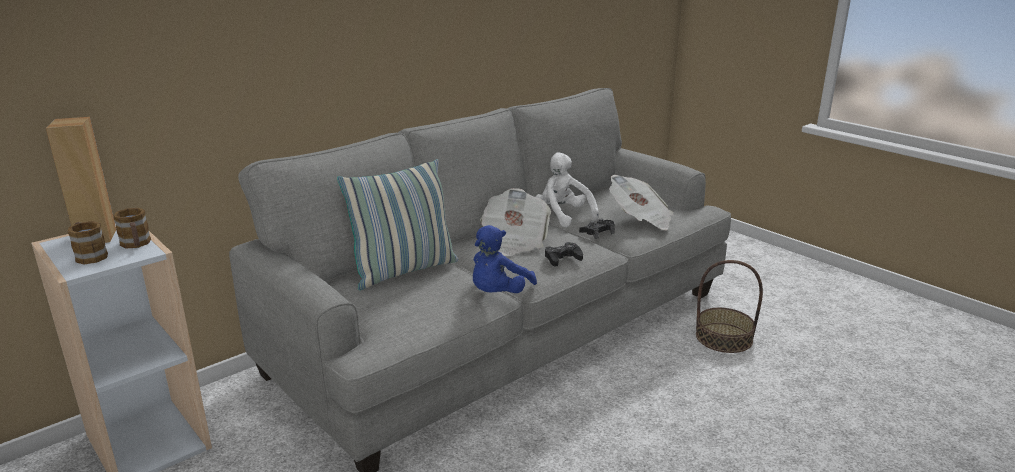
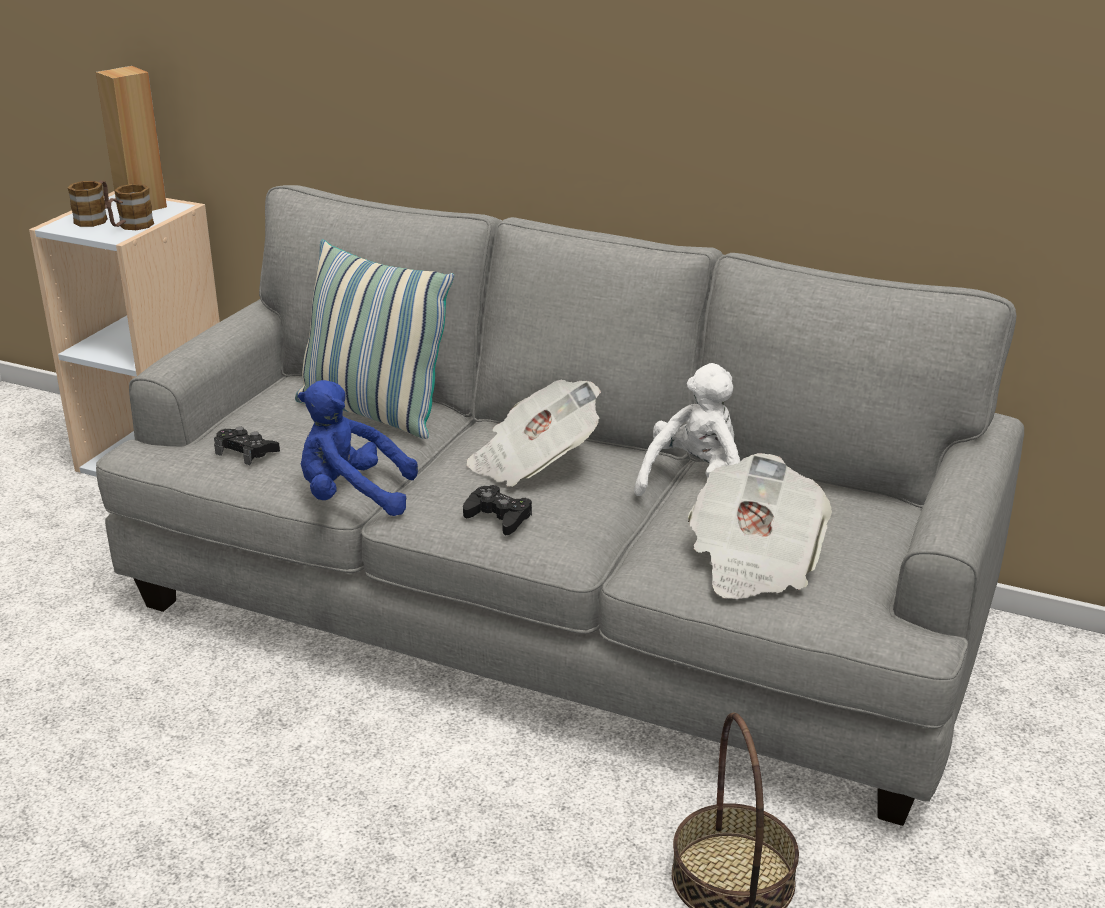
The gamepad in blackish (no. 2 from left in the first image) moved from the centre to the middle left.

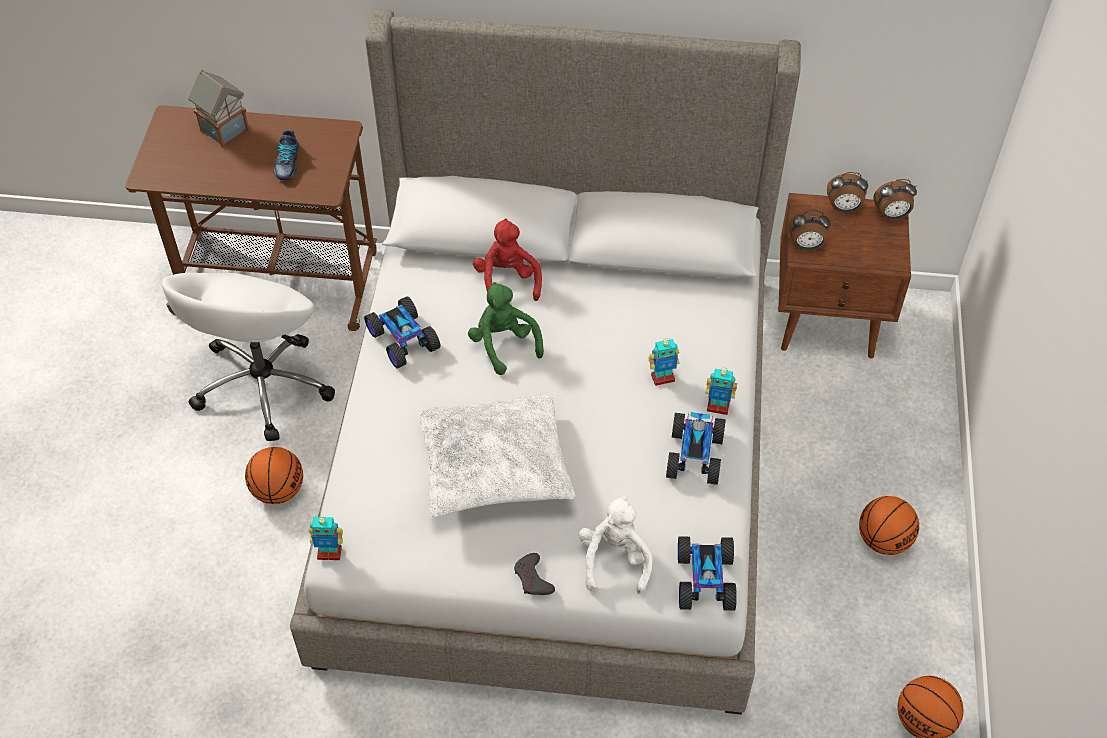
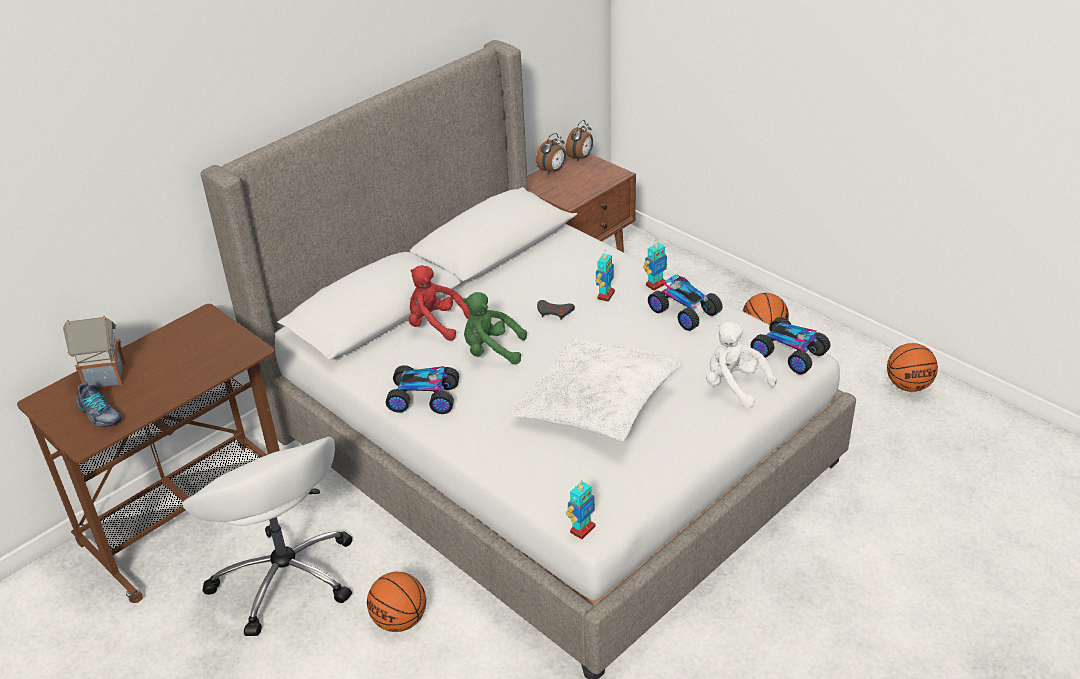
The low shoe moved from the top left to the middle left. The gamepad in grey moved from the bottom centre to the centre. The bedside clock (no. 1 from left) at the top right disappeared.

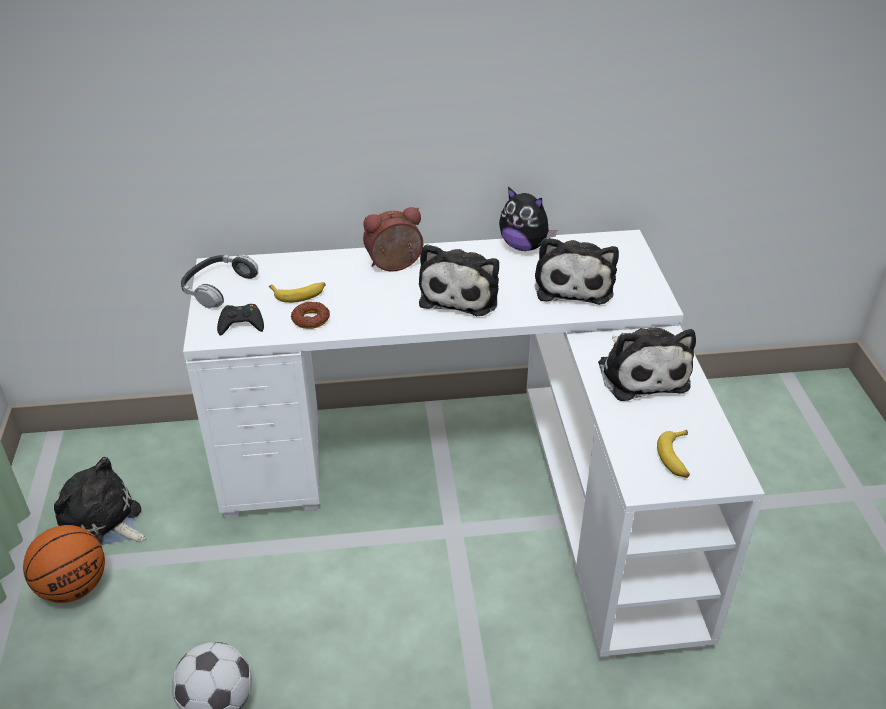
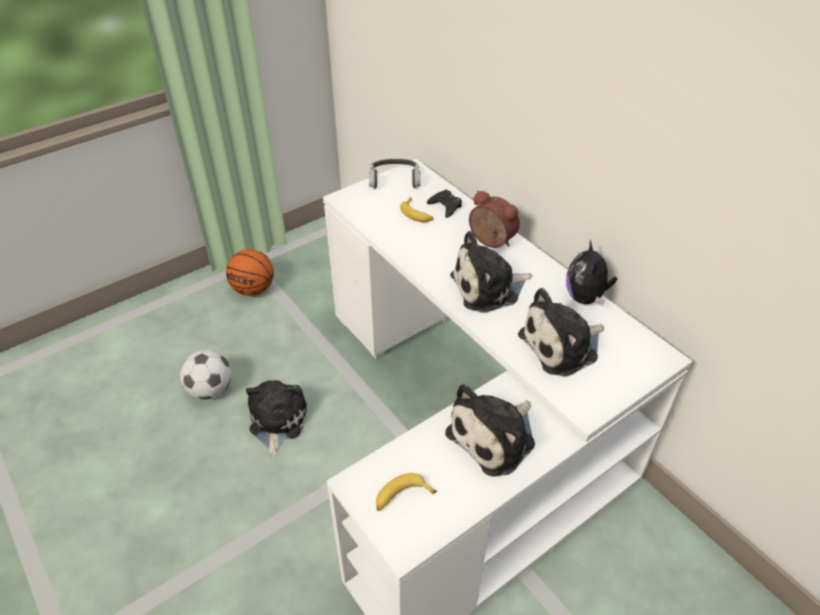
The soft toy (no. 1 from left) moved from the bottom left to the bottom centre. The gamepad in blackish moved from the middle left to the top centre. The ring doughnut at the centre disappeared.

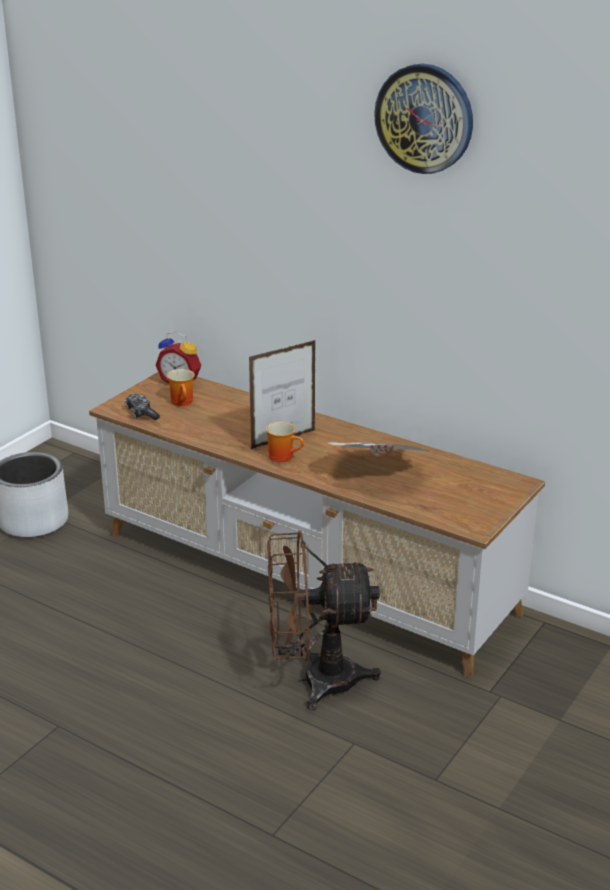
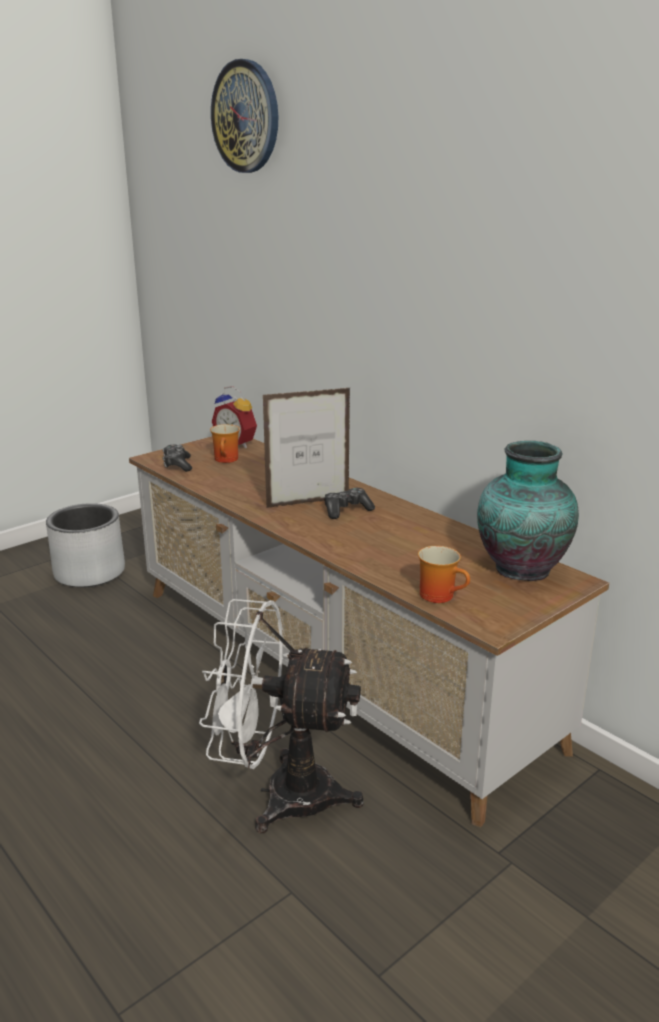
The mug (no. 2 from left) moved from the centre to the middle right. The fan in brown at the bottom centre became the fan in white-coloured at the bottom centre. The newspaper at the centre disappeared. The clock on the wall moved from the top right to the top centre. The gamepad (no. 2 from left) at the centre appeared. The vase at the middle right appeared.

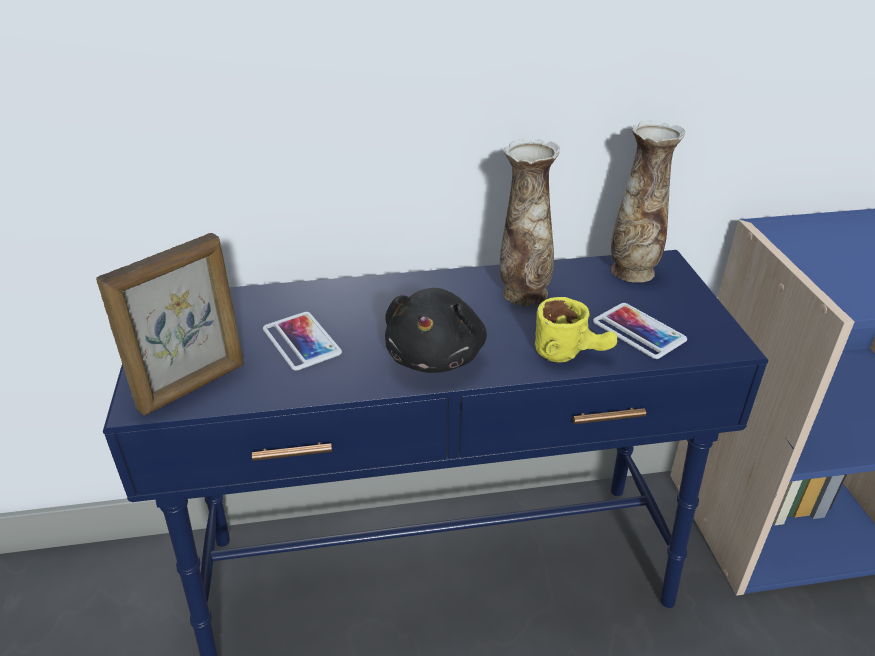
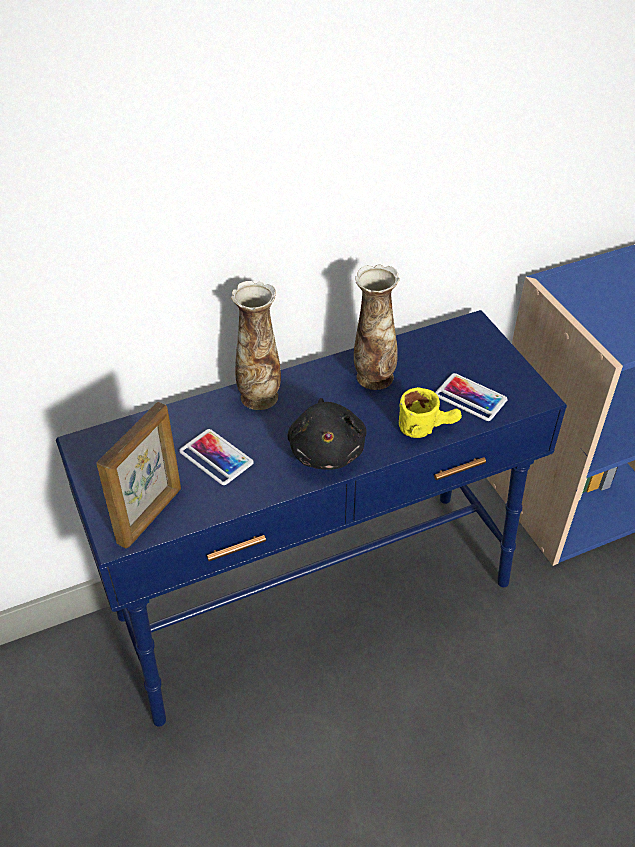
The vase (no. 2 from left in the first image) moved from the top right to the centre.

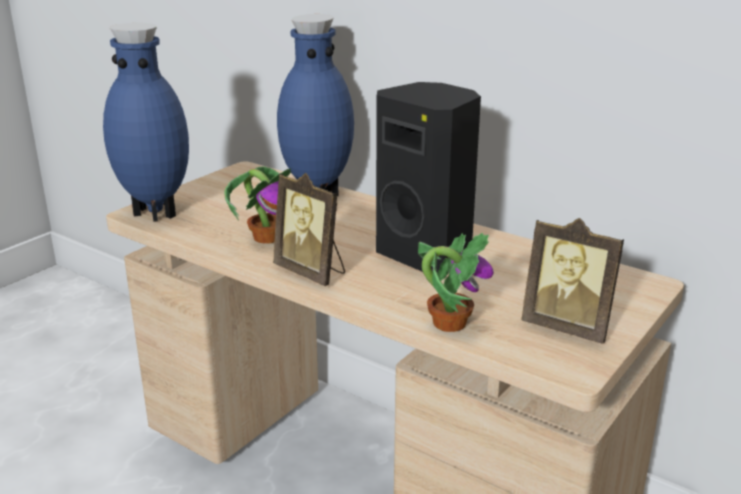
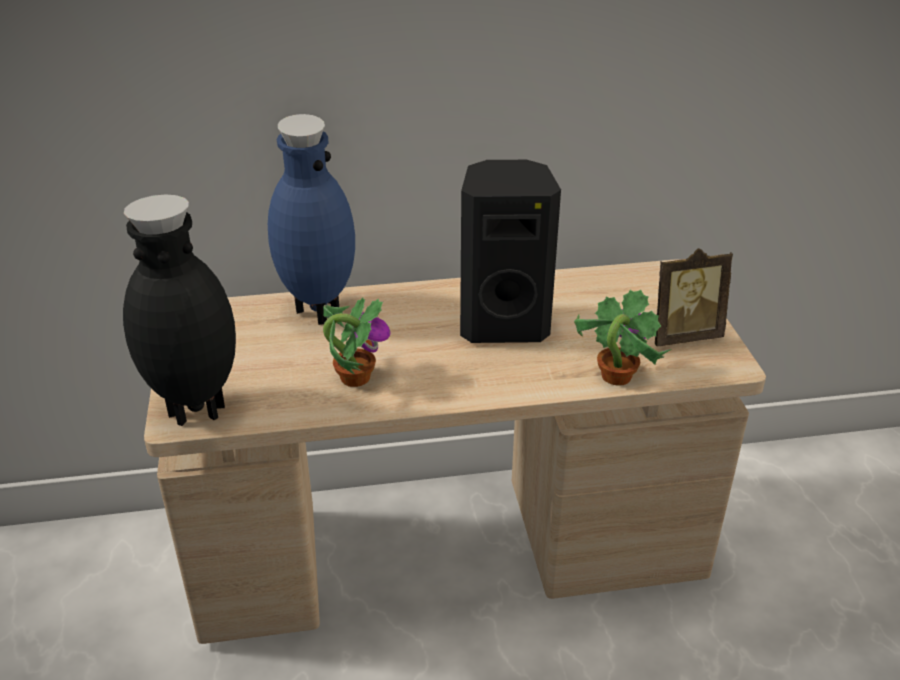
The vase in blue-coloured (no. 1 from left) at the top left became the vase in blackish at the middle left. The picture frame (no. 1 from left) at the centre disappeared.

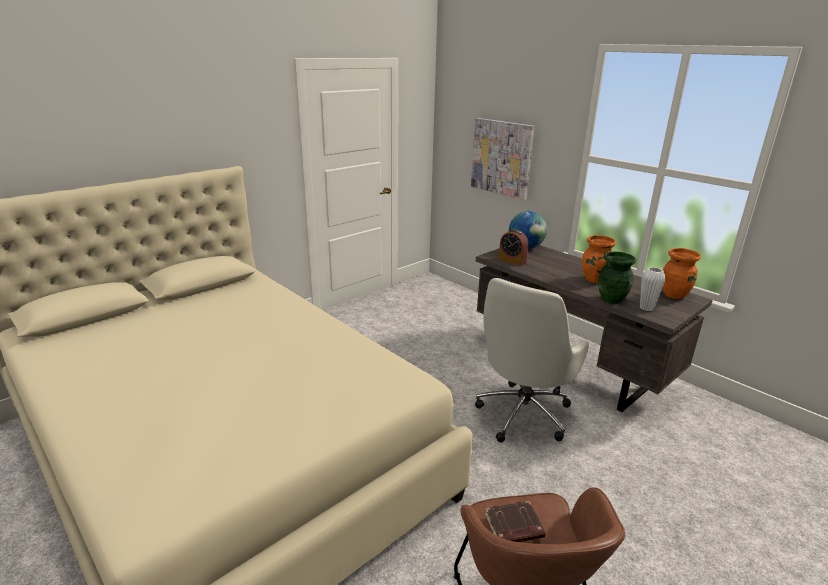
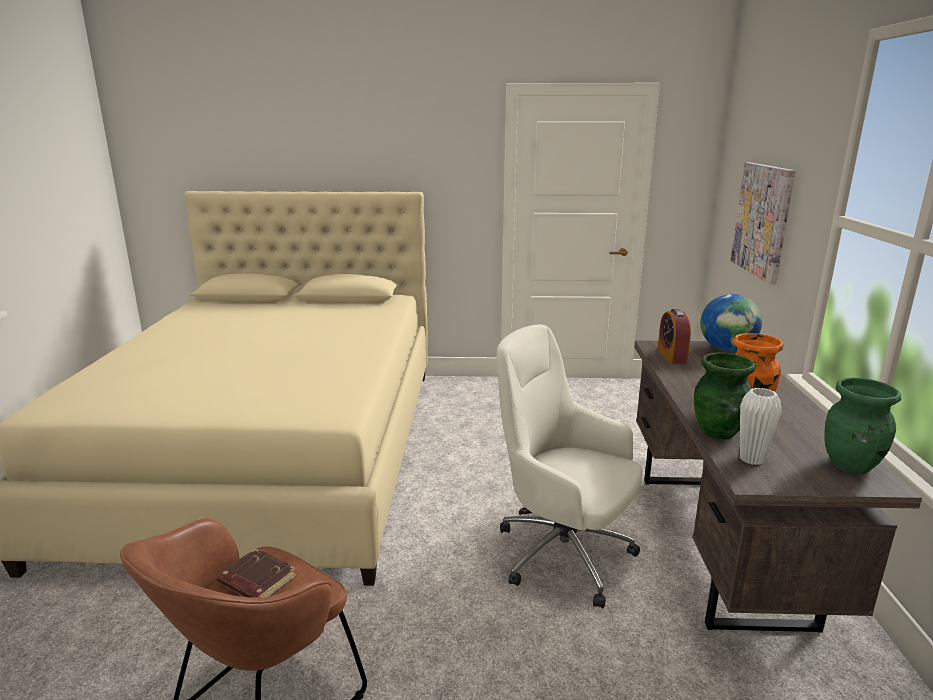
The computer chair in beige-coloured at the centre turned 45 degrees clockwise. The vase in orange-coloured (no. 2 from left) at the middle right became the vase in greenish (no. 2 from left) at the middle right.

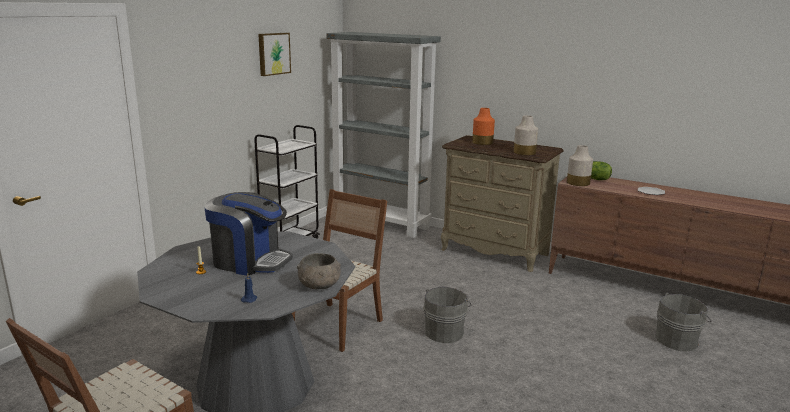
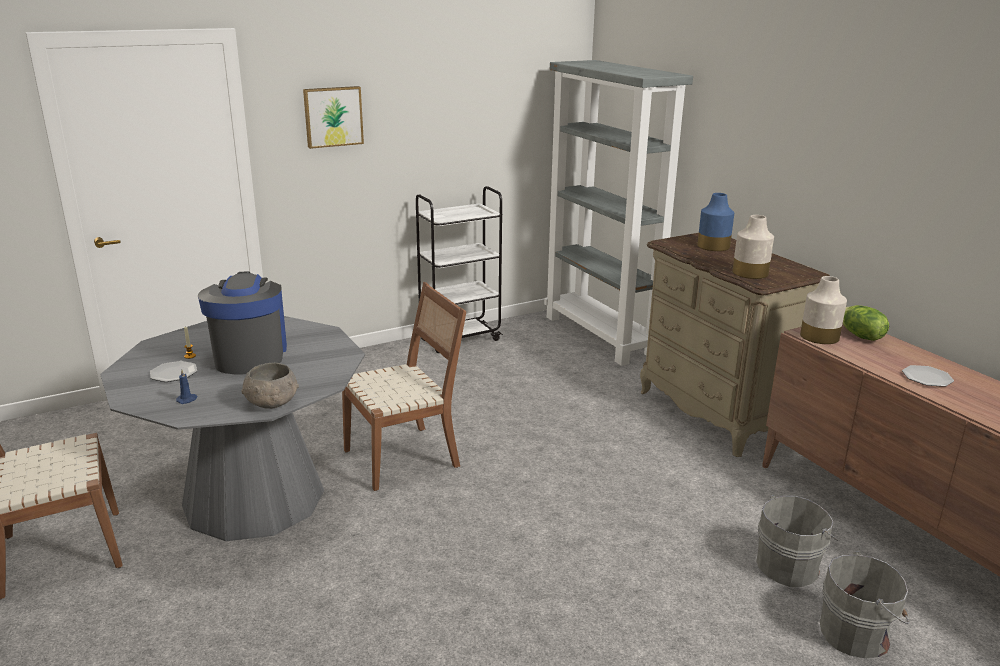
The coffee brewer at the middle left turned 150 degrees counterclockwise. The wall art moved from the top centre to the top left. The bucket in grey (no. 1 from left) moved from the bottom centre to the bottom right. The vase in orange-coloured at the top centre became the vase in blue-coloured at the middle right. The plate (no. 1 from left) at the middle left appeared.

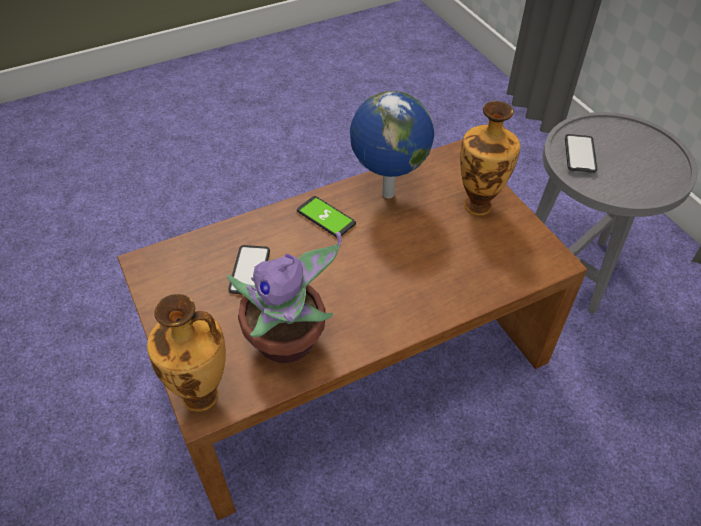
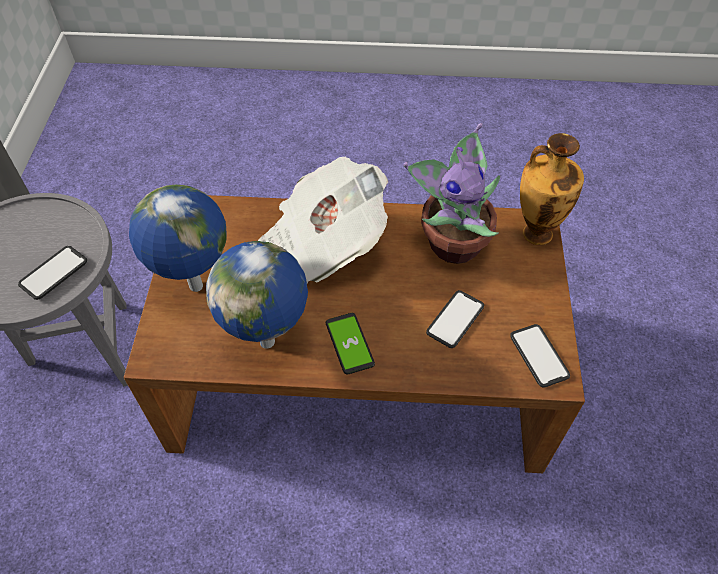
The vase (no. 2 from left) at the top right was replaced by the world globe (no. 1 from left) at the middle left. The newspaper at the centre appeared. The telephone (no. 4 from left) at the middle right appeared.

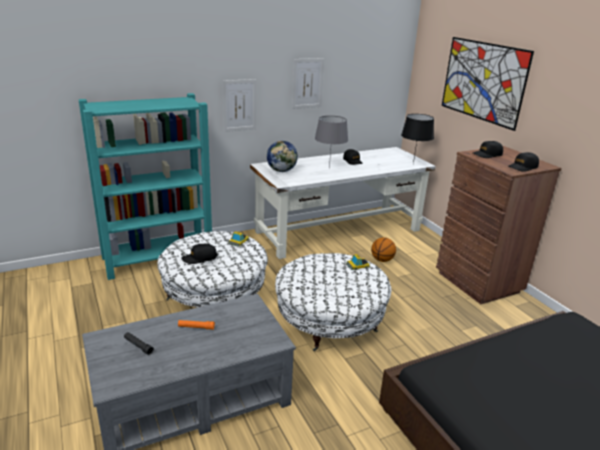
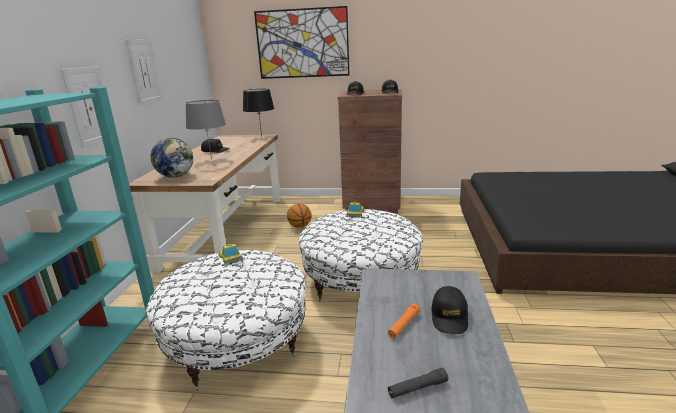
The cap in blackish (no. 1 from left in the first image) moved from the middle left to the bottom centre. The desk unit in white-coloured at the centre became the desk unit in brown at the middle left.

